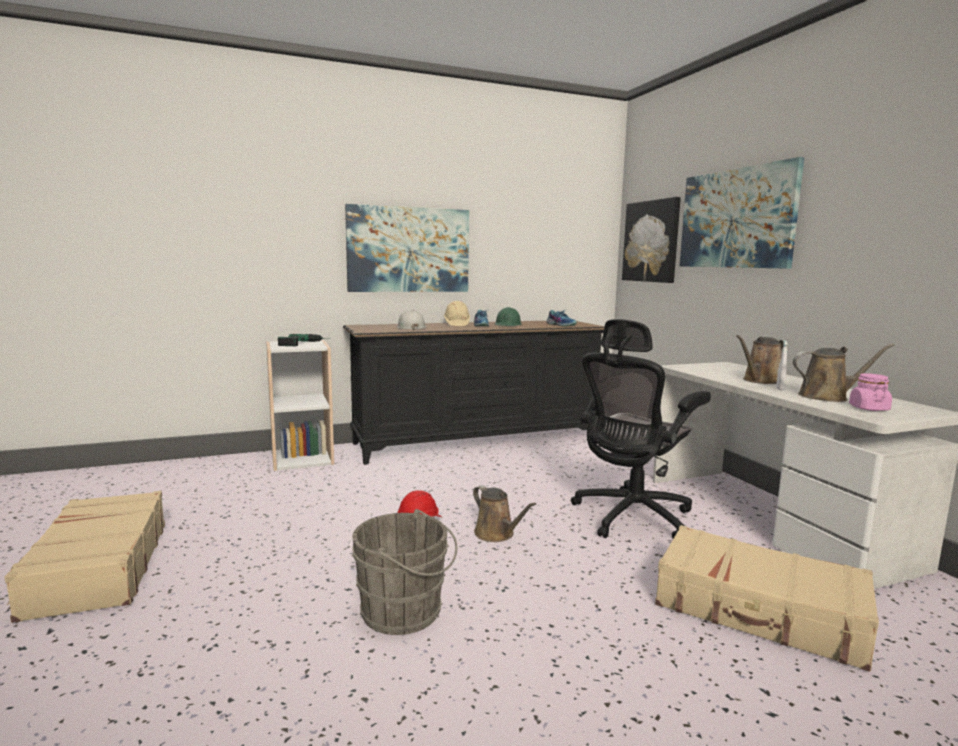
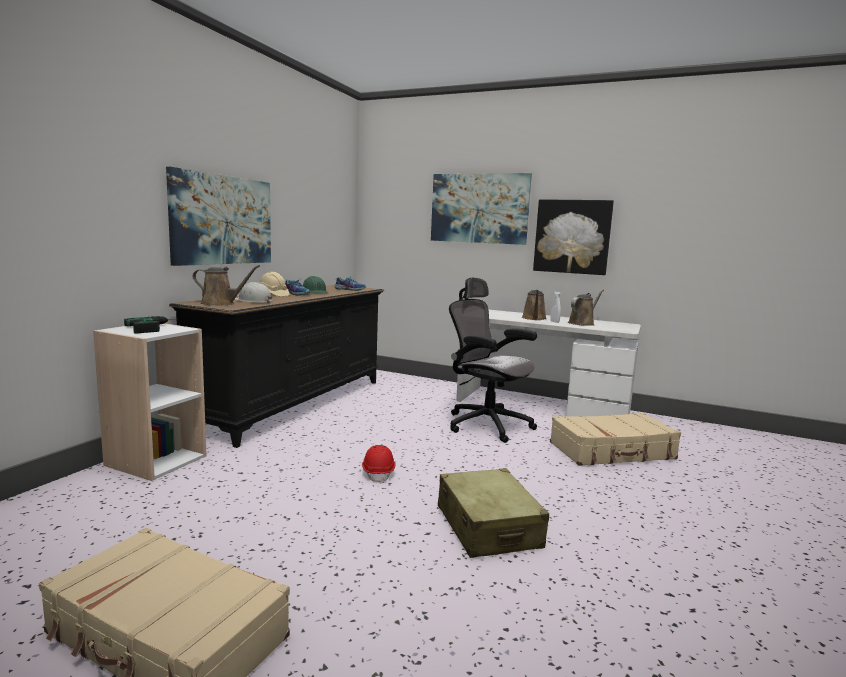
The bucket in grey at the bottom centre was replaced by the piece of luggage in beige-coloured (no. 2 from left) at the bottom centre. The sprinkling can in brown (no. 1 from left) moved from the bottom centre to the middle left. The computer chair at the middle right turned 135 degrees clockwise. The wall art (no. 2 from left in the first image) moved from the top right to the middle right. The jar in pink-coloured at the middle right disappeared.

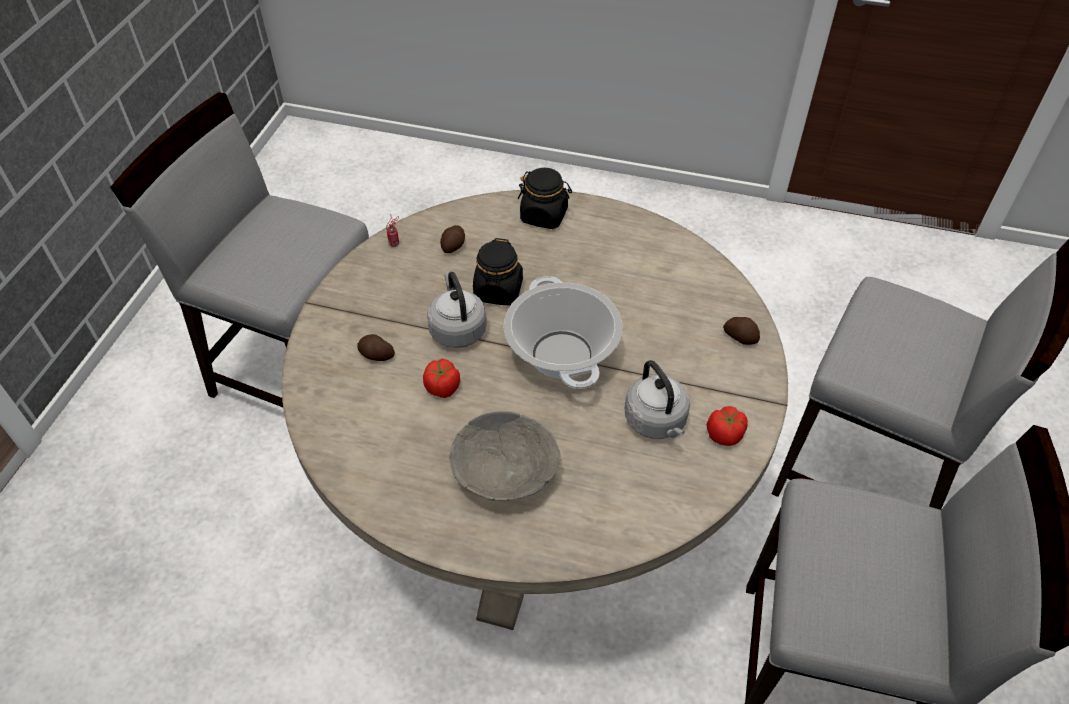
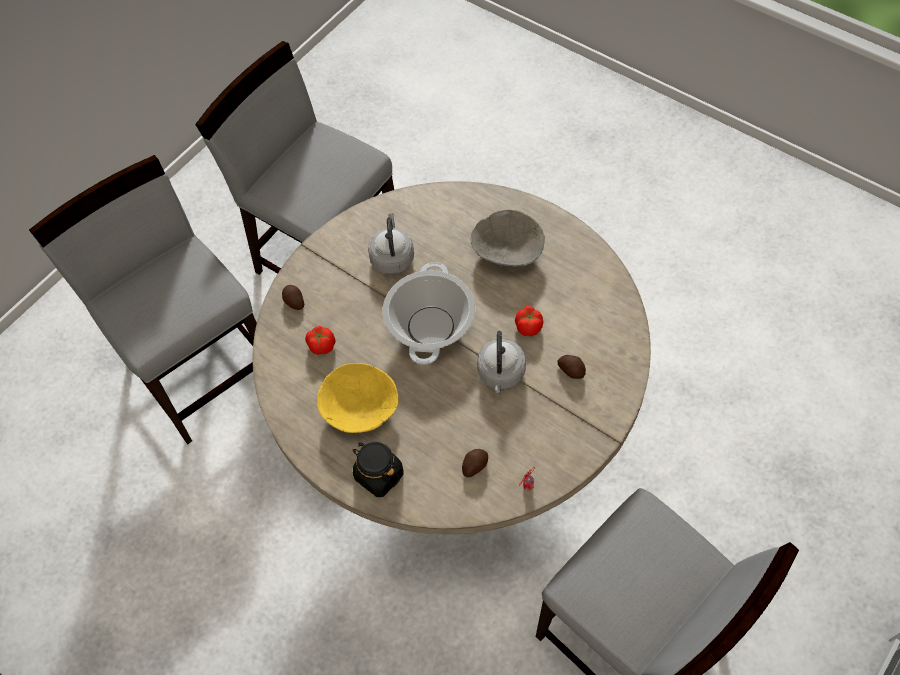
The jar in blackish (no. 1 from left) at the centre disappeared. The fresh tomato (no. 2 from left in the first image) moved from the middle right to the centre. The deep dish in yellow-coloured at the centre appeared.

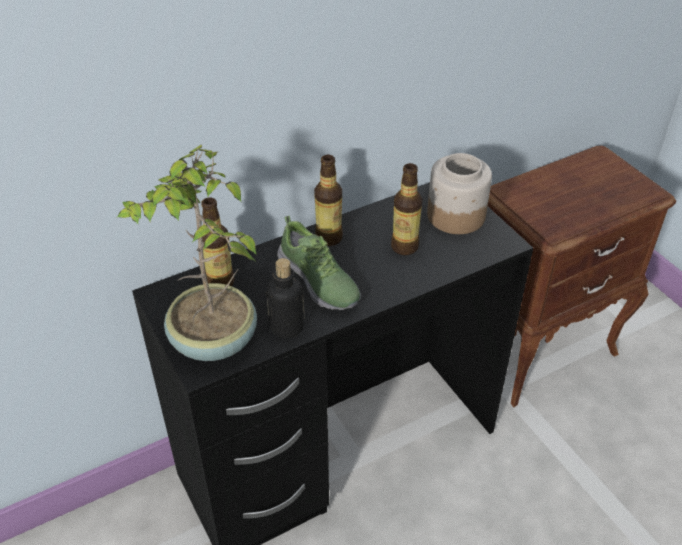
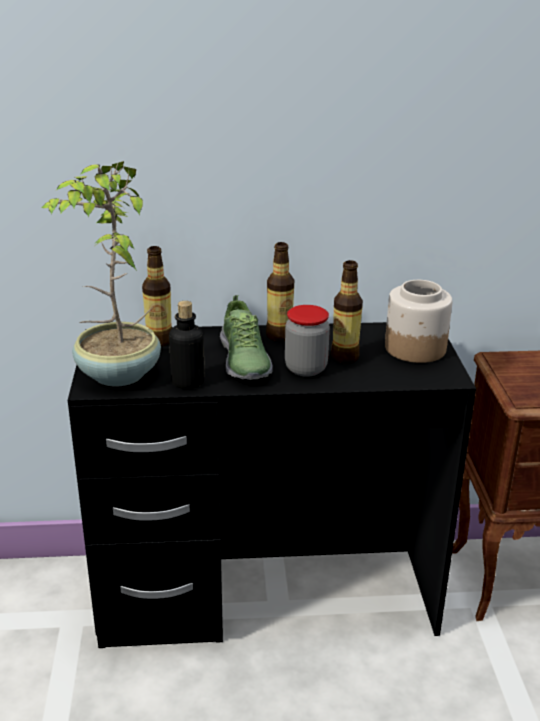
The jar (no. 1 from left) at the centre appeared.

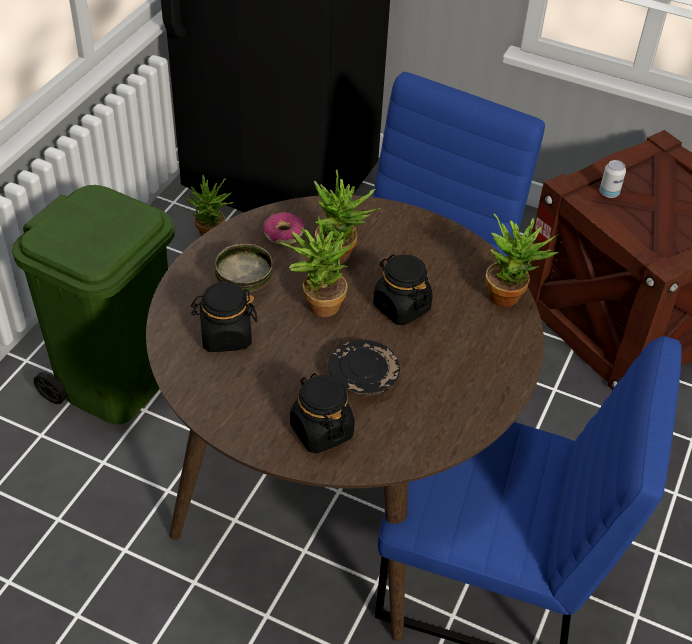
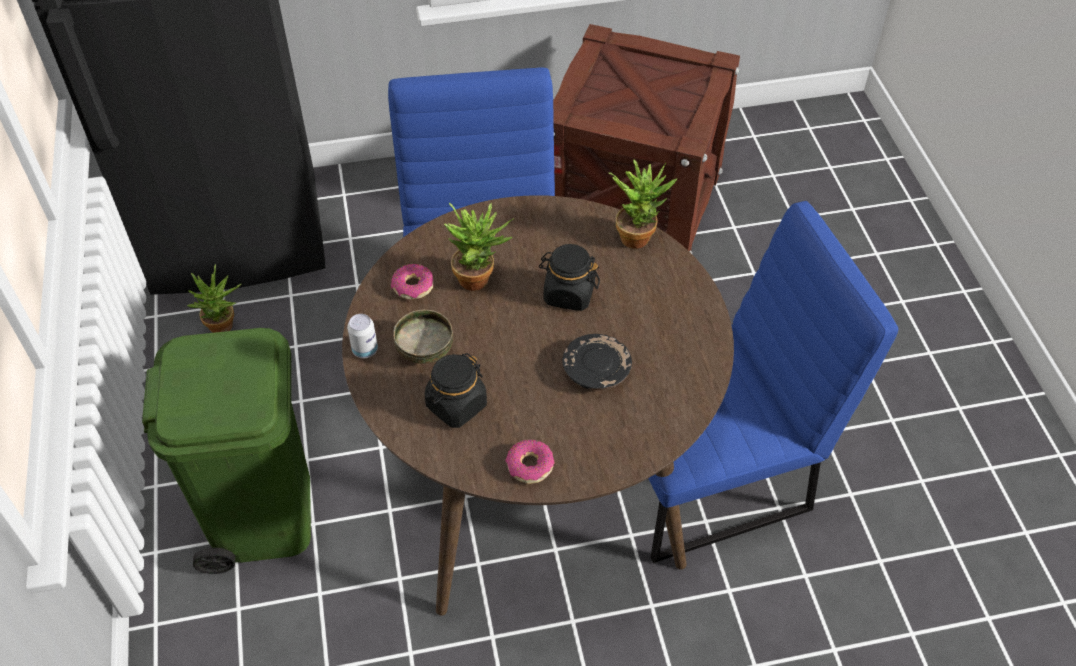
The potted plant (no. 2 from left) at the centre disappeared. The jar in blackish (no. 2 from left) at the centre disappeared. The sealed can moved from the top right to the centre. The ring doughnut (no. 2 from left) at the bottom centre appeared.

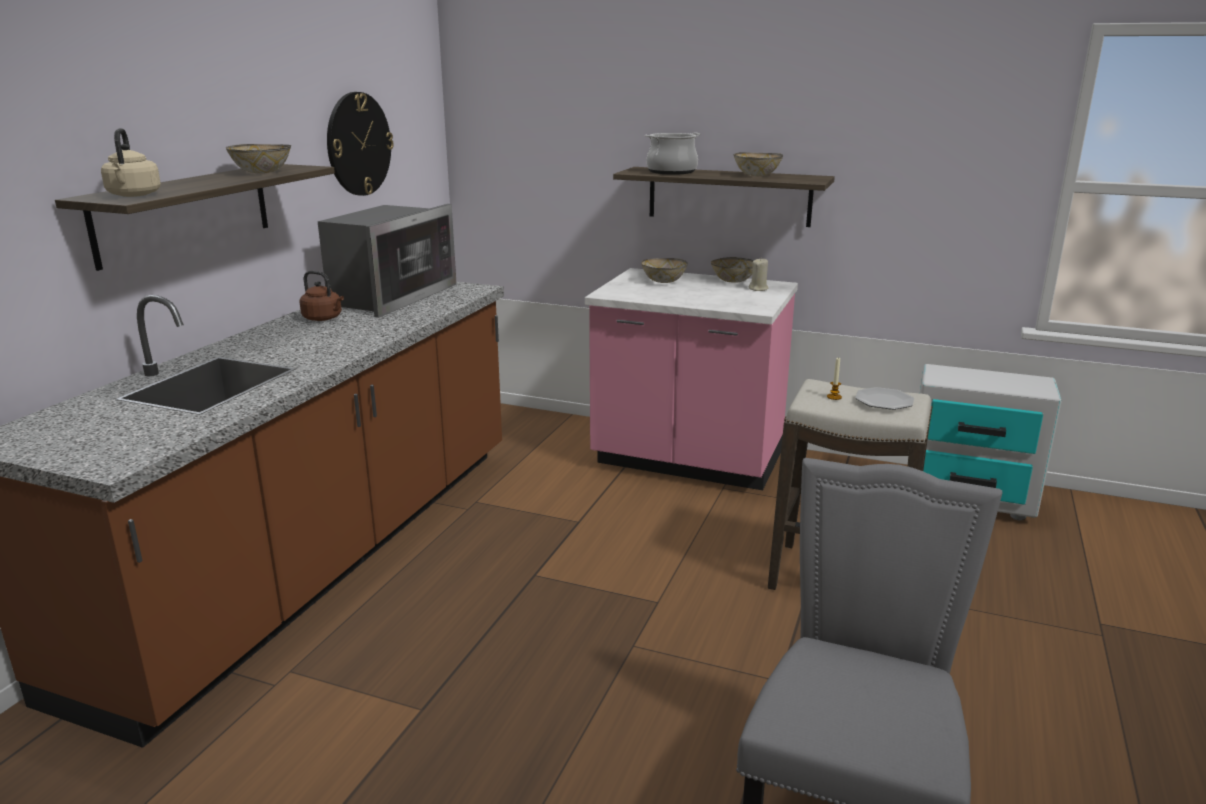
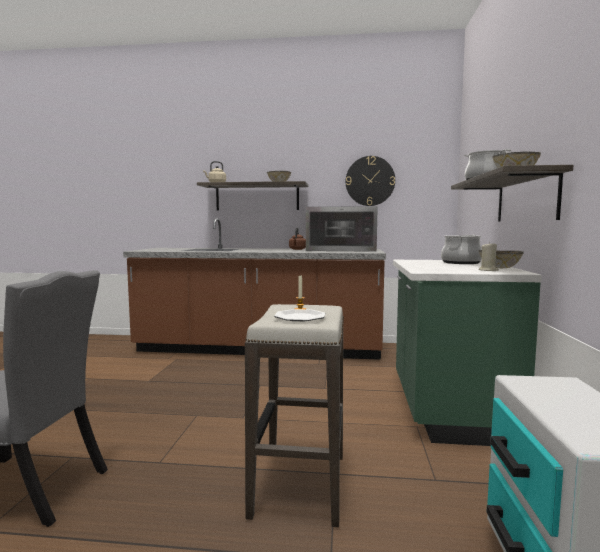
The kitchen counter in pink-coloured at the centre became the kitchen counter in greenish at the middle right. The deep dish (no. 2 from left) at the centre was replaced by the cooking pot (no. 1 from left) at the middle right.

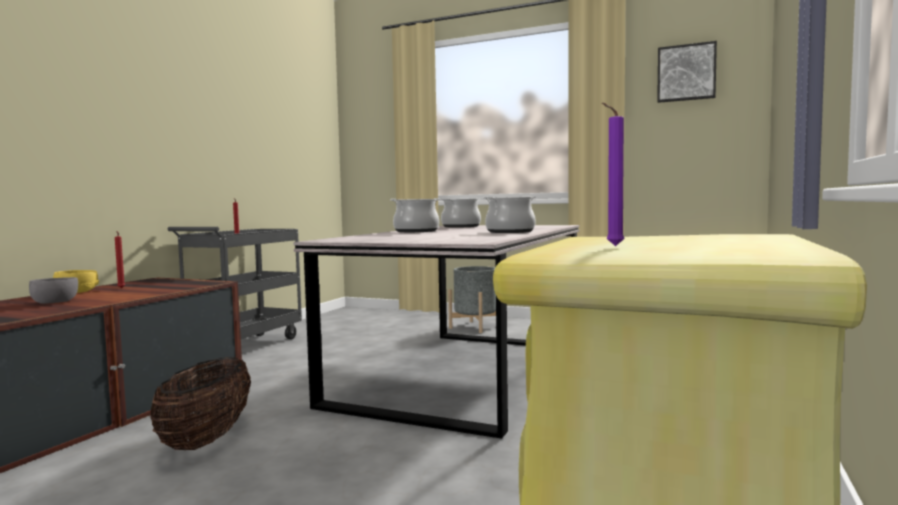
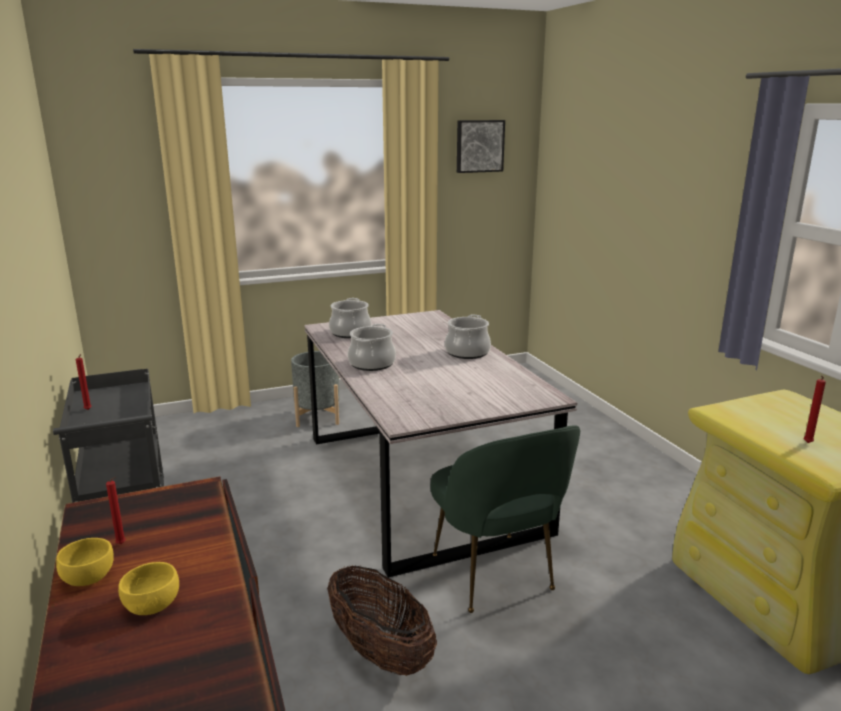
The deep dish in grey at the middle left became the deep dish in yellow-coloured (no. 2 from left) at the bottom left. The wax light in purple-coloured at the middle right became the wax light in red (no. 3 from left) at the middle right. The plain chair in greenish at the bottom centre appeared.

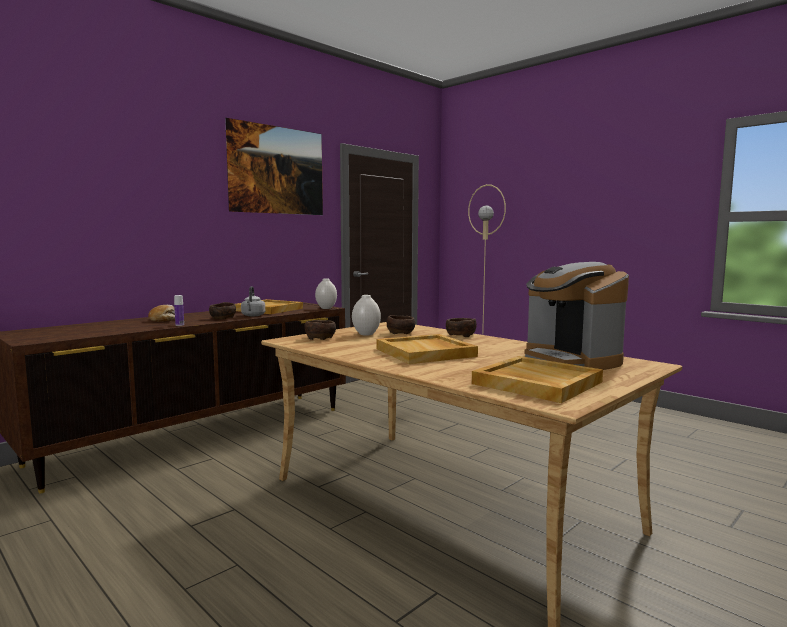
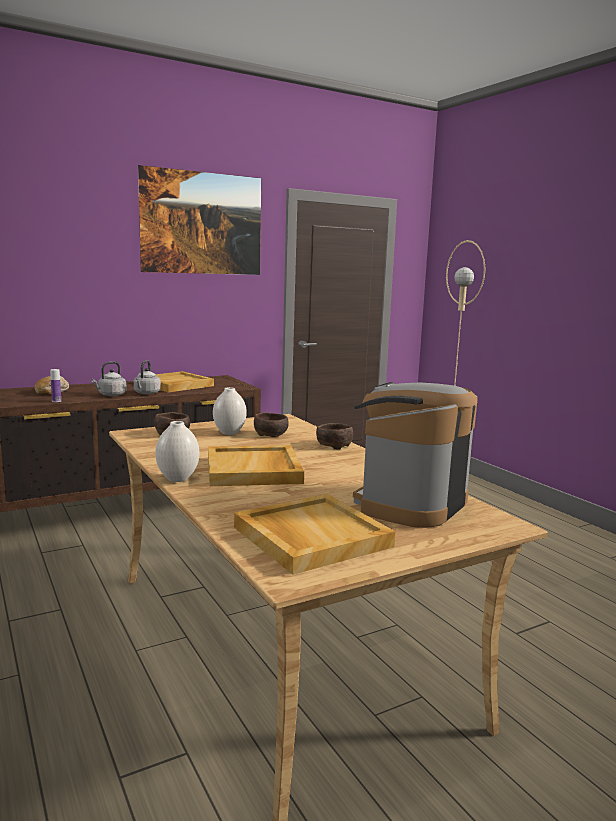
The deep dish in brown (no. 1 from left) at the middle left was replaced by the kettle in grey (no. 1 from left) at the middle left. The vase in white-coloured (no. 1 from left) moved from the centre to the middle left. The coffee brewer at the middle right turned 45 degrees clockwise.

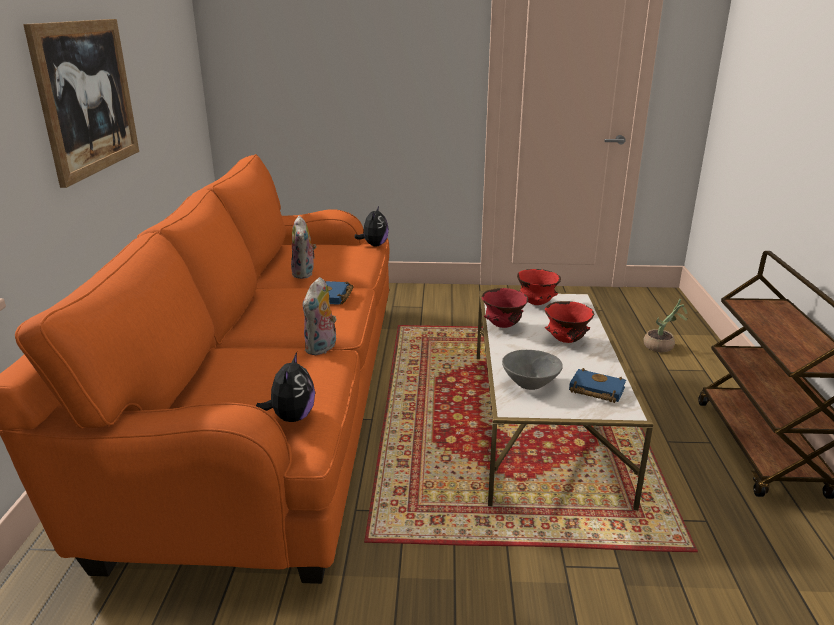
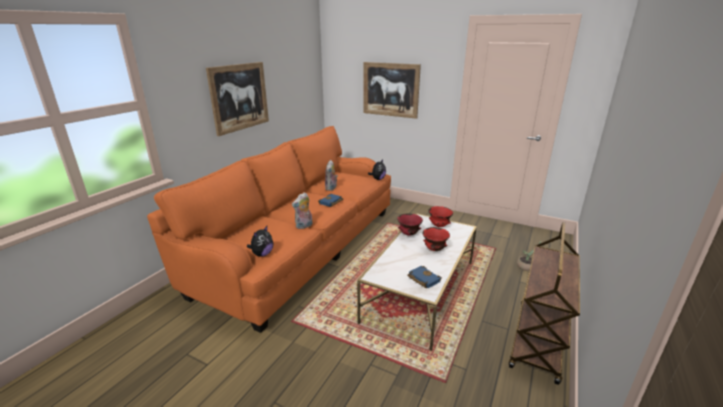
The deep dish in grey at the centre disappeared. The wall art (no. 2 from left) at the top centre appeared.

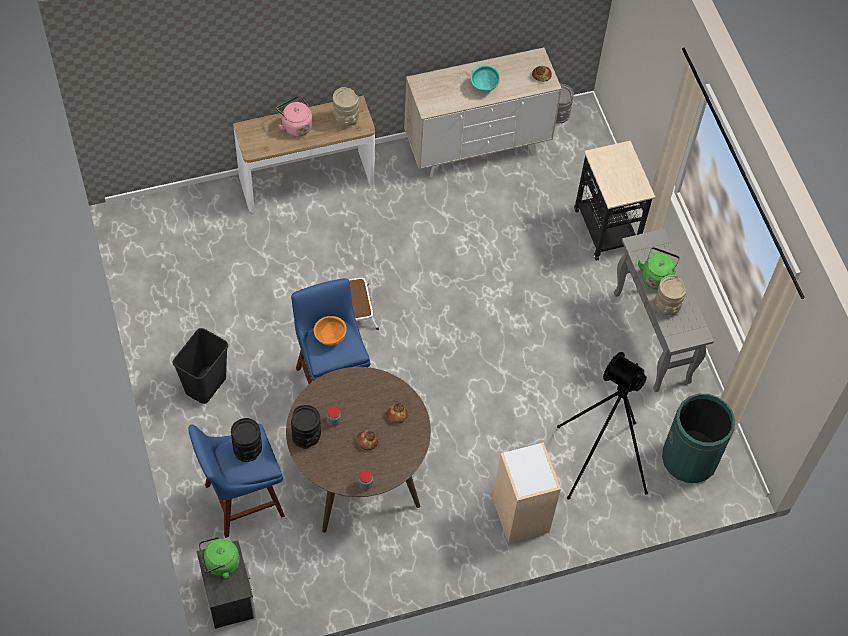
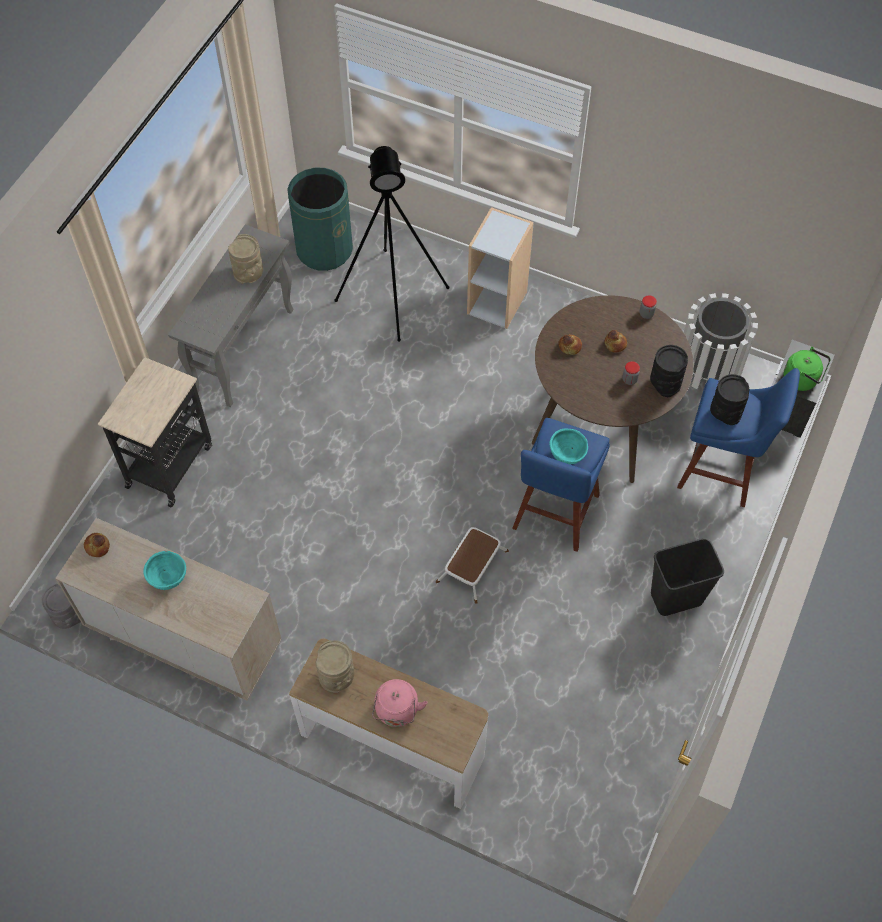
The deep dish in orange-coloured at the centre became the deep dish in turquoise (no. 2 from left) at the centre. The kettle in greenish (no. 2 from left) at the middle right disappeared. The waste bin in white-coloured at the middle right appeared.

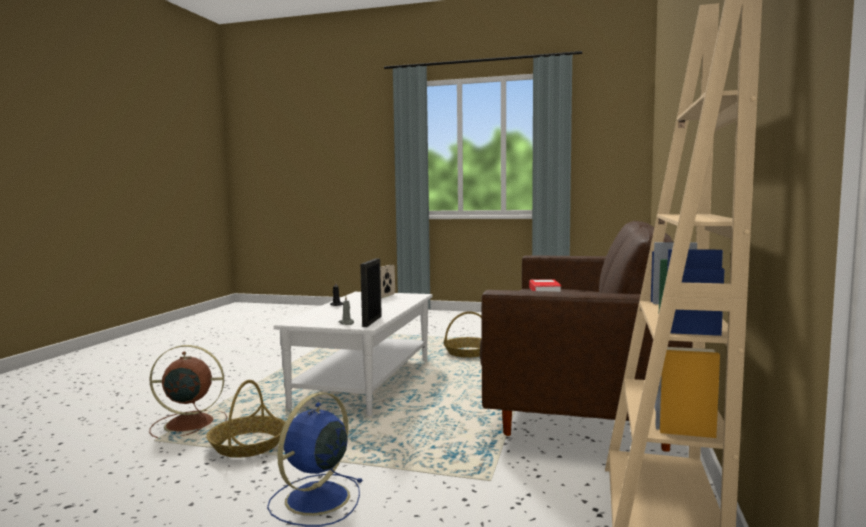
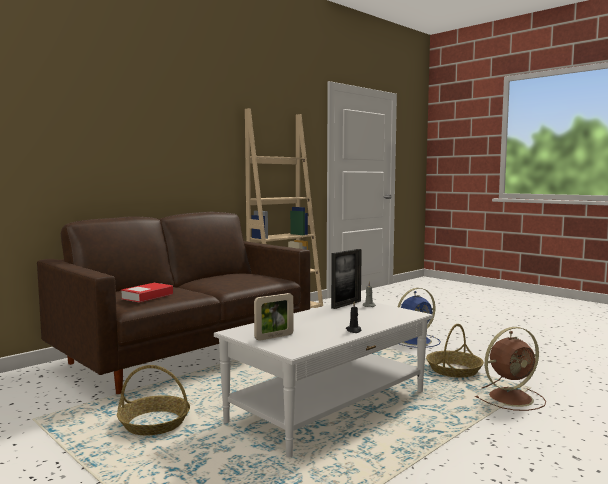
The fan in brown at the bottom left turned 45 degrees counterclockwise.

